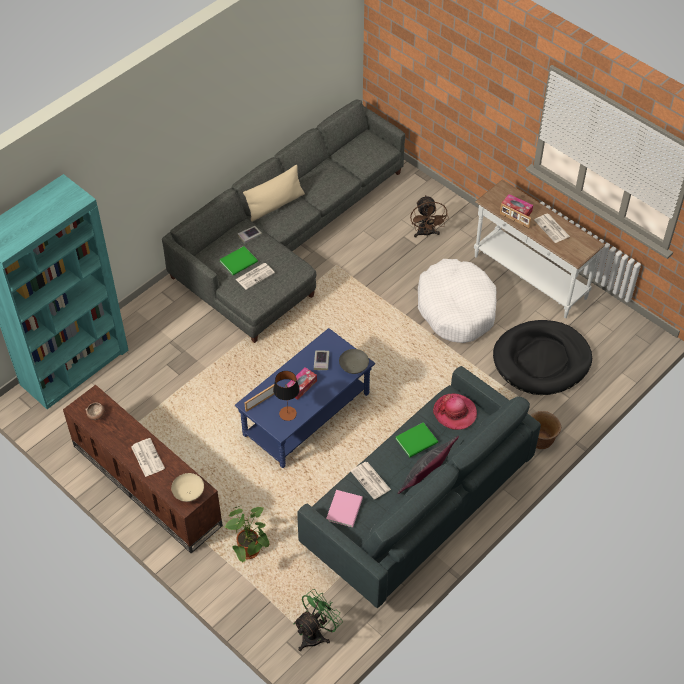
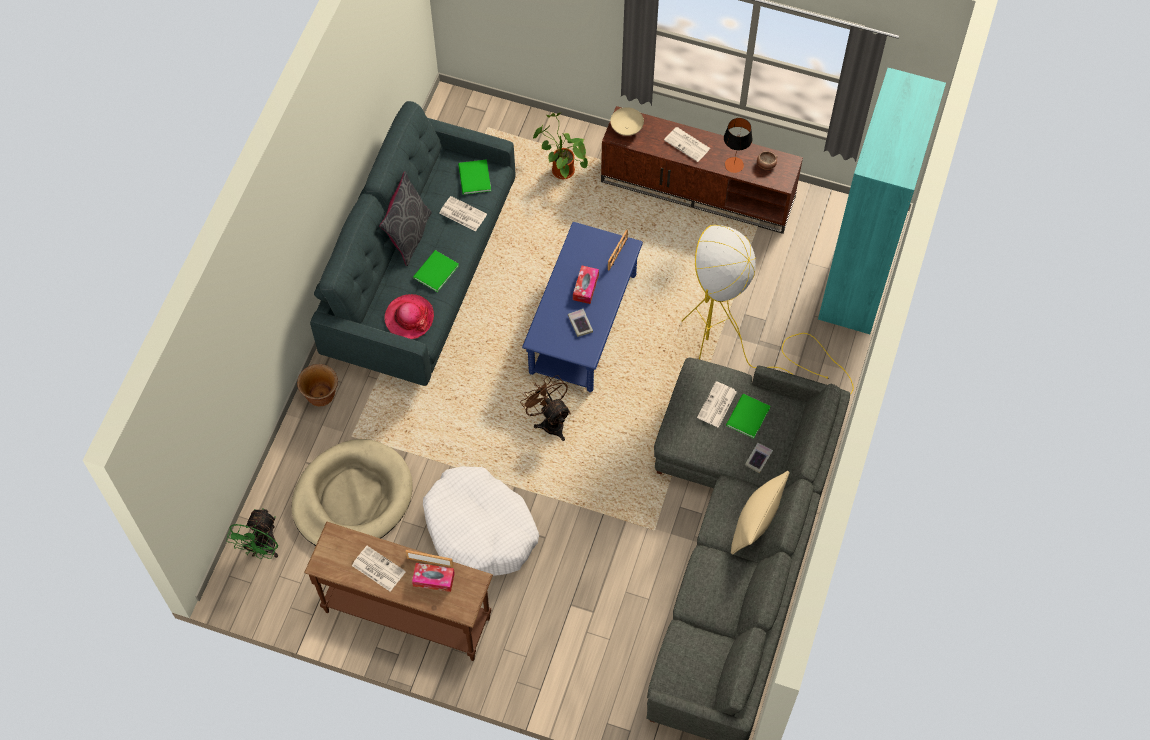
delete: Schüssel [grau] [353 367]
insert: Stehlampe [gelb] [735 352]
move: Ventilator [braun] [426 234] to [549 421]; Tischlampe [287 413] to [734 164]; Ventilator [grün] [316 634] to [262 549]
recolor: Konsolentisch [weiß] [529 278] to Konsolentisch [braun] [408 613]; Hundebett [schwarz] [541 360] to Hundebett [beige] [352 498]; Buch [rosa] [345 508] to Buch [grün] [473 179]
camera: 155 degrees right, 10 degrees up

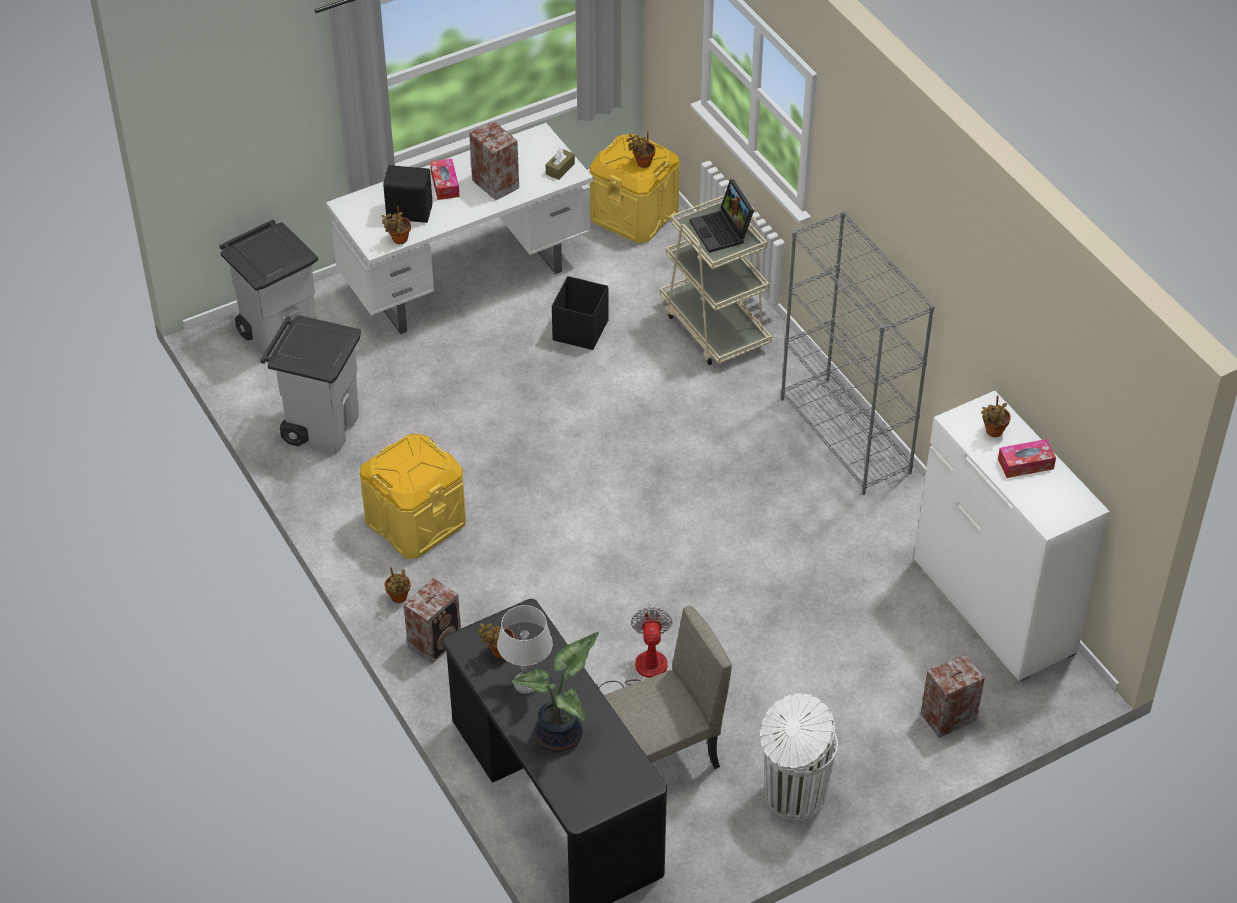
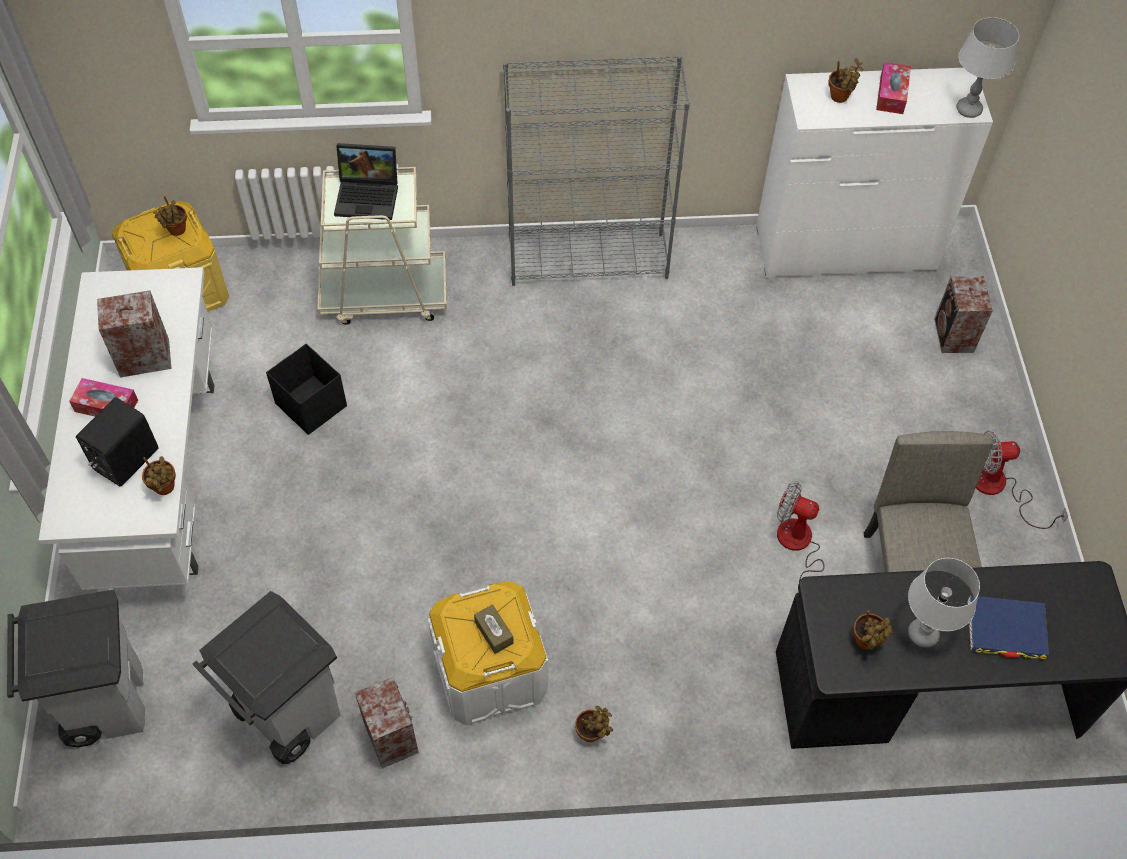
insert: Tischlampe [grau] [969 109]
move: Taschentuchbox [braun] [560 169] to [494 632]; Lautsprecher [436 641] to [391 735]
replace: Topfpflanze [561 735] to Buch [blau] [1006 629]; Mülleimer [weiß] [793 796] to Ventilator [999 488]
recolor: Aufbewahrungsbox [gelb] [415 521] to Aufbewahrungsbox [weiß] [490 672]
camera: 65 degrees left, 10 degrees up

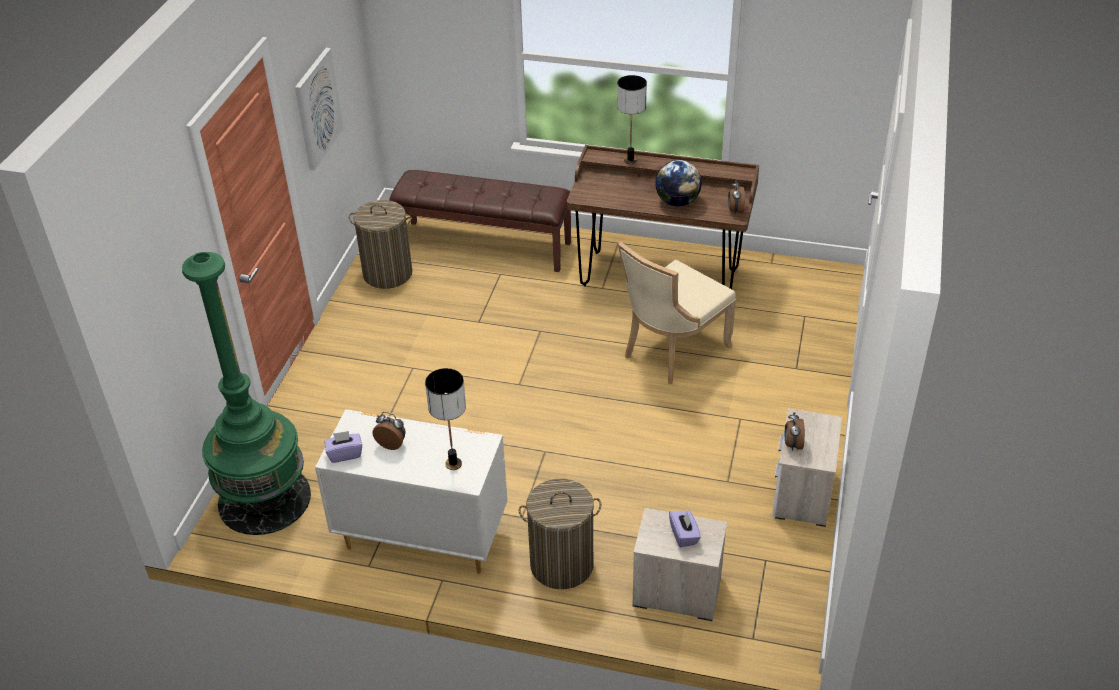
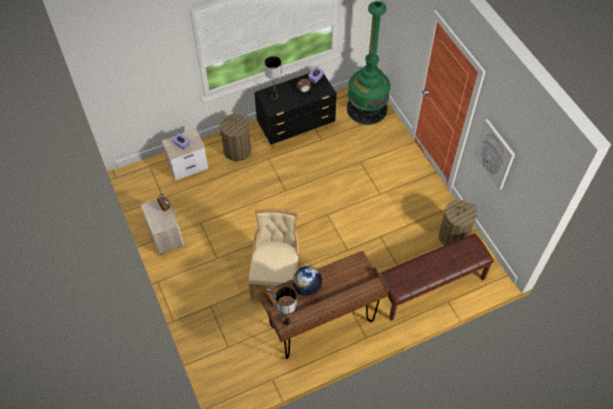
move: Tischlampe [630 161] to [287 323]
recolor: Kommode [weiß] [421 537] to Kommode [schwarz] [296 129]
camera: 140 degrees right, 15 degrees up

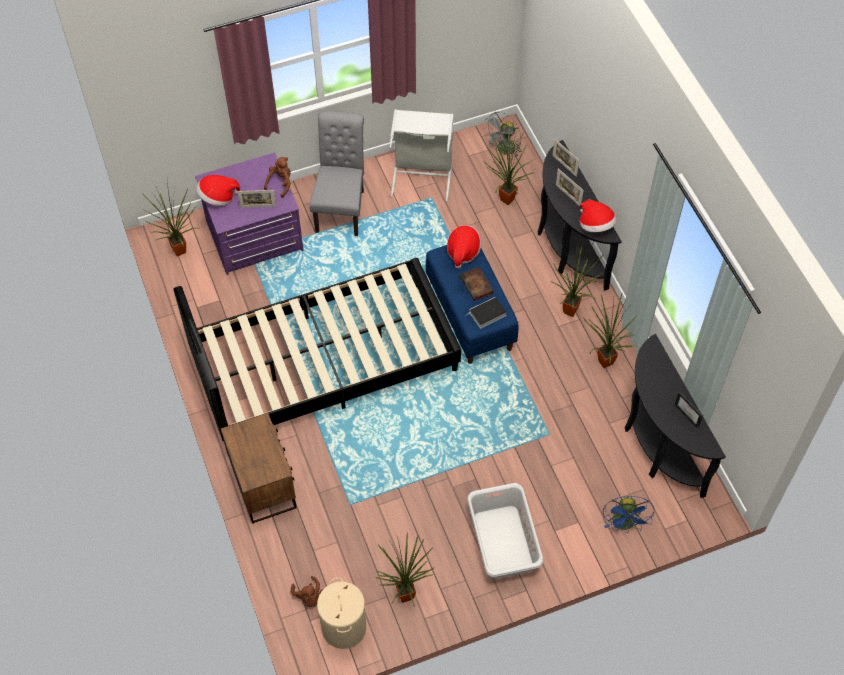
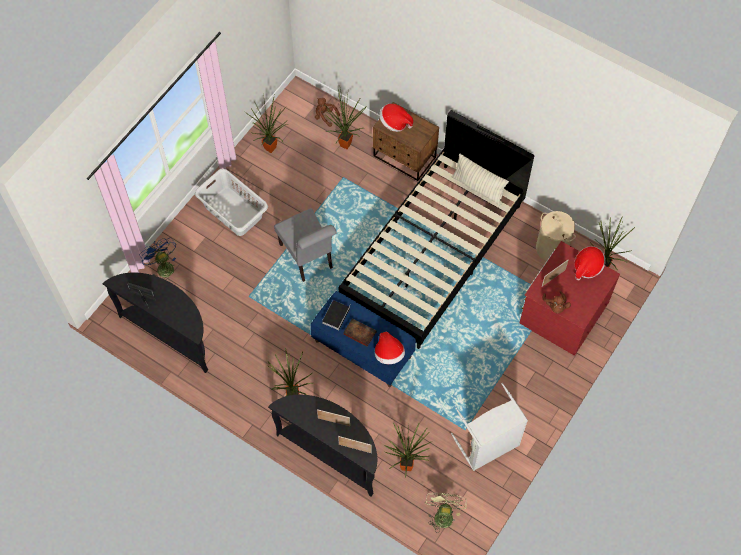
insert: Kissen [478 188]
move: Stuhl [grau] [341 207] to [308 259]; Hut [595 225] to [394 123]; Topfpflanze [602 363] to [347 143]; Wäschekorb [beige] [343 627] to [552 248]
recolor: Ventilator [grau] [504 150] to Ventilator [grün] [443 514]; Kommode [lila] [254 237] to Kommode [rot] [562 312]
camera: 145 degrees right, 5 degrees up

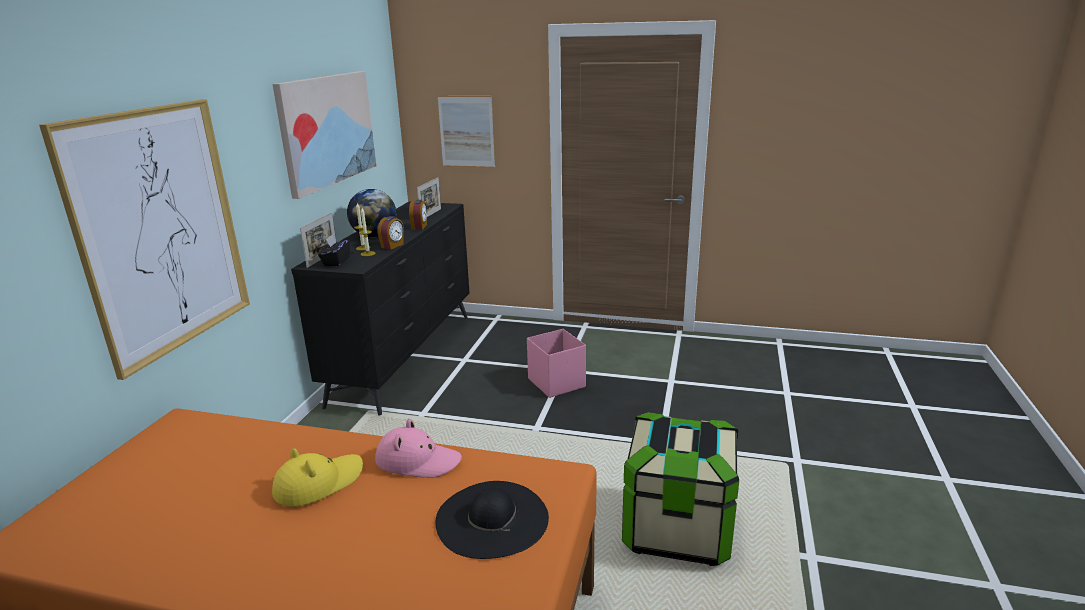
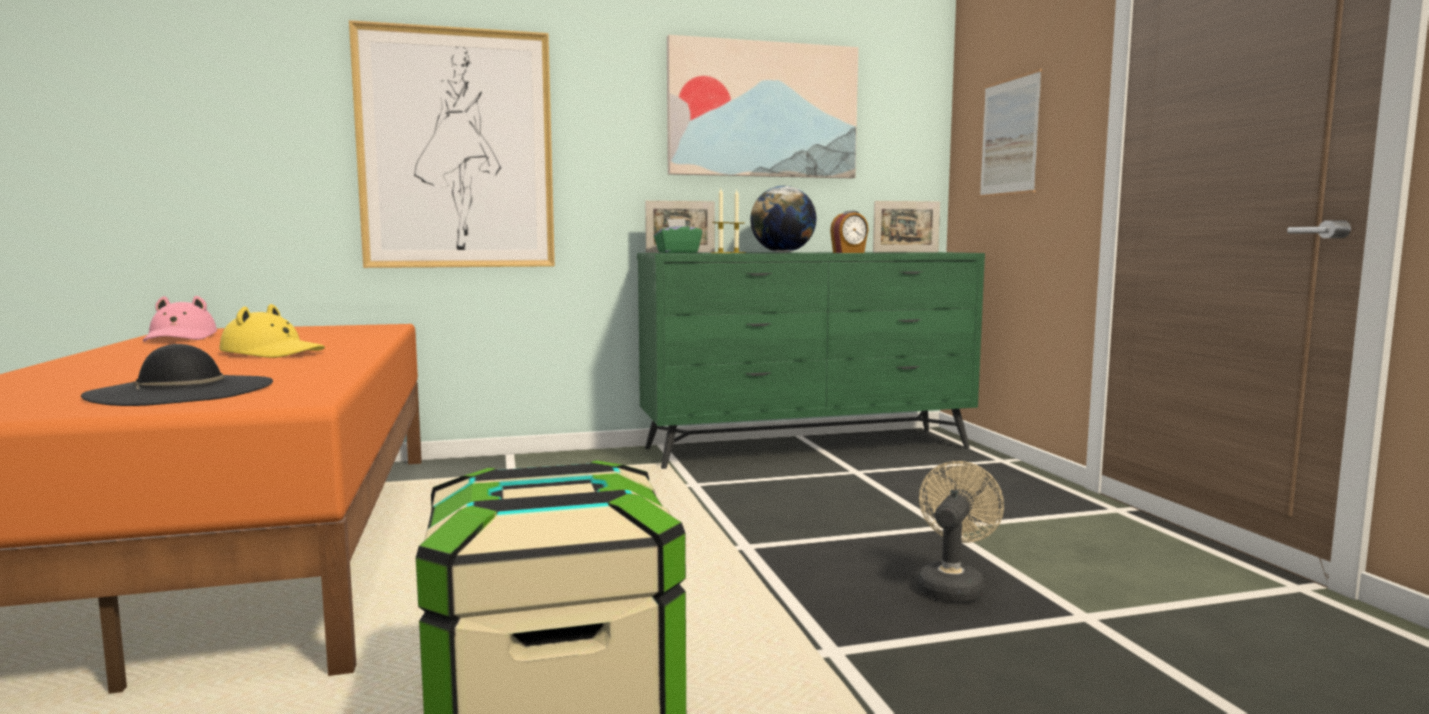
delete: Wecker [393 246]; Aufbewahrungsbox [rosa] [556 382]
insert: Ventilator [beige] [952 585]
move: Hut [rosa] [418 461] to [180 338]
recolor: Kommode [schwarz] [405 357] to Kommode [grün] [809 448]; Taschentuchbox [schwarz] [336 261] to Taschentuchbox [grün] [677 252]
camera: 60 degrees right, 15 degrees down

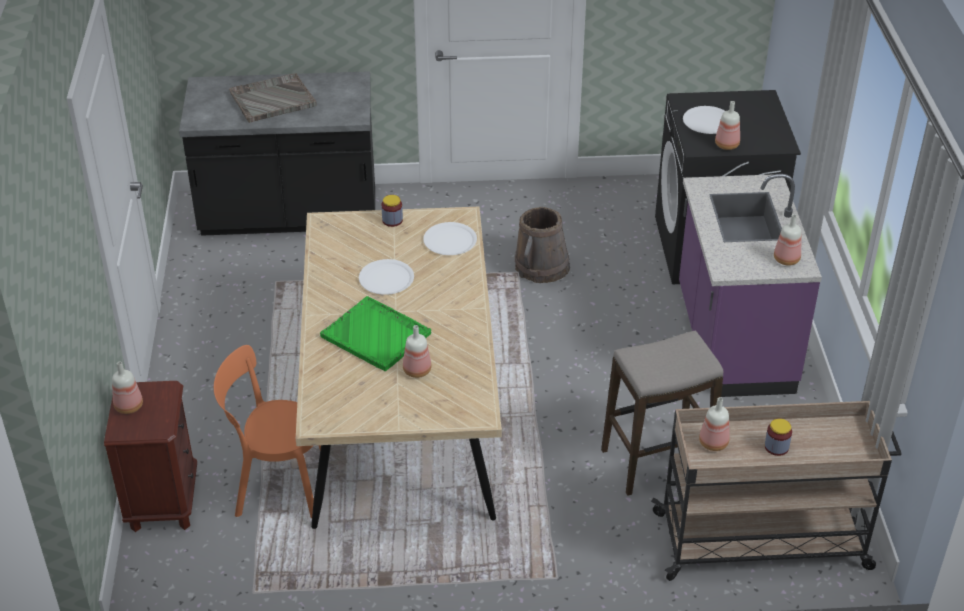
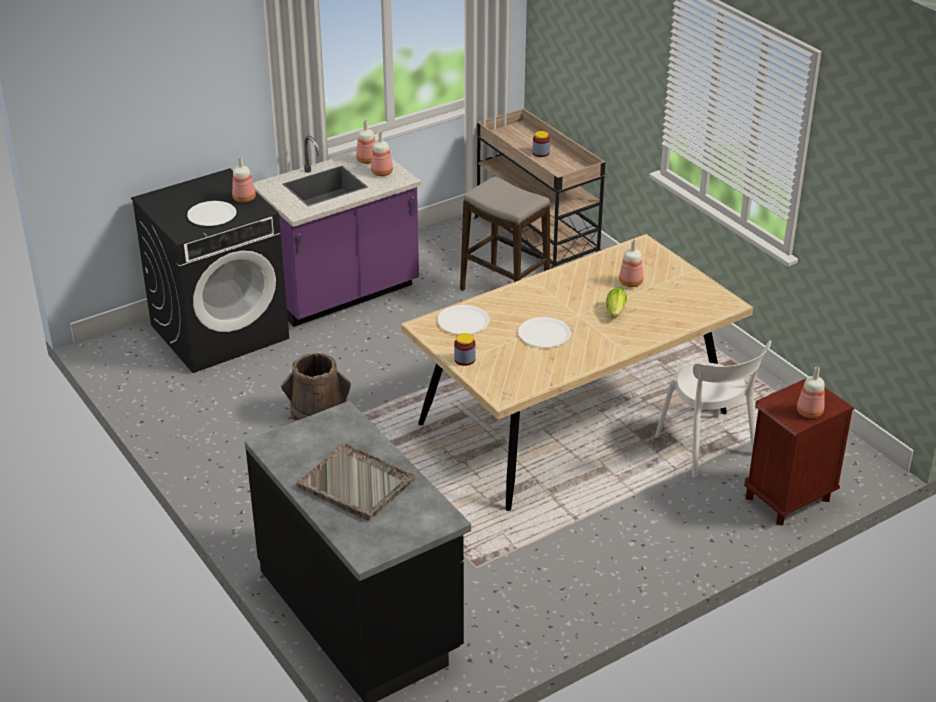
move: Flasche [713 444] to [382 172]
replace: Tablett [grün] [376 336] to Salatkopf [615 313]
recolor: Stuhl [orange] [277 485] to Stuhl [weiß] [708 448]
camera: 120 degrees left, 5 degrees down

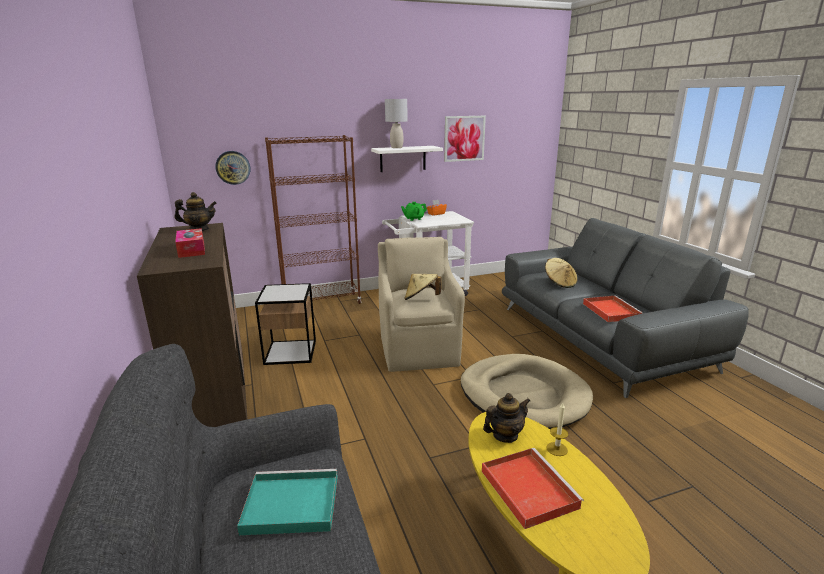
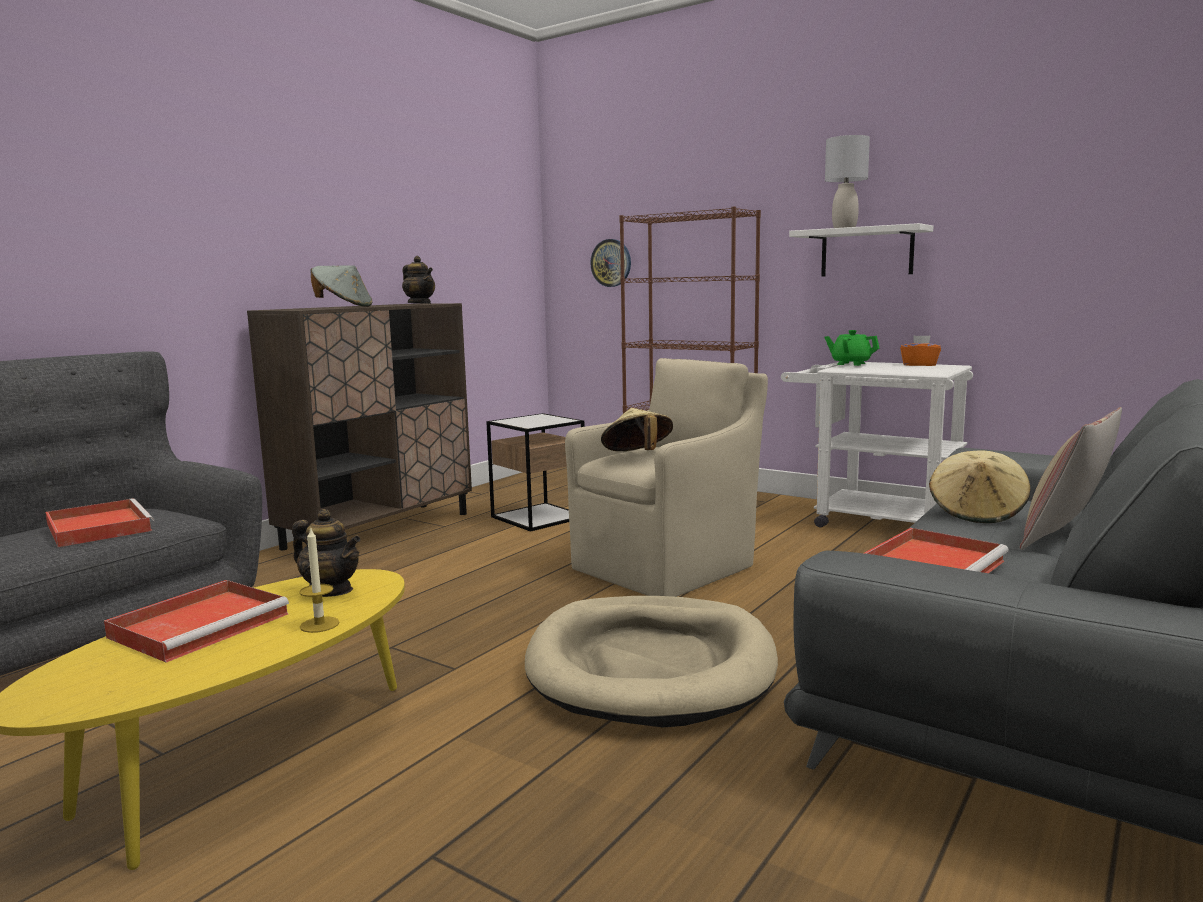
delete: Bild [464 138]
insert: Kissen [1064 538]
replace: Taschentuchbox [191 249] to Hut [grau] [343 307]
recolor: Tablett [türkis] [289 505] to Tablett [rot] [97 527]
camera: 55 degrees right, 10 degrees down

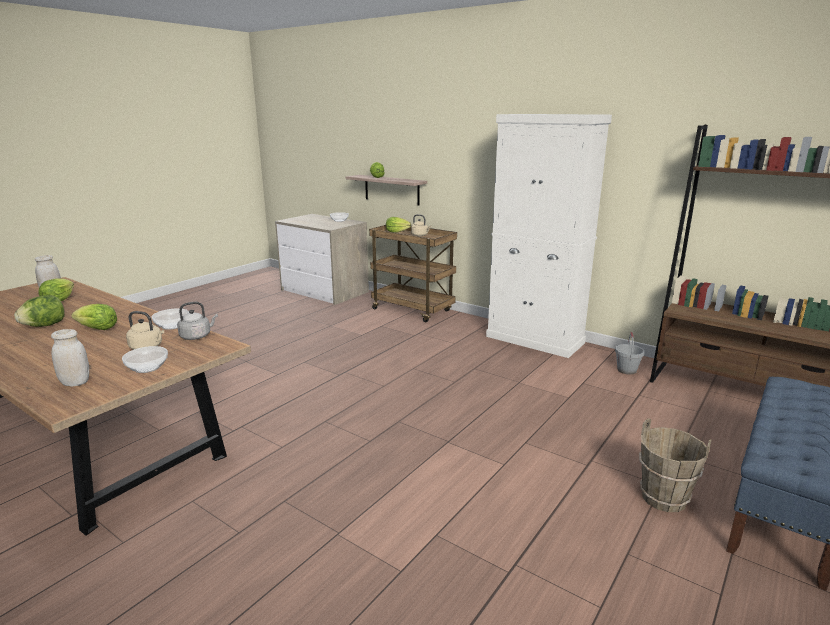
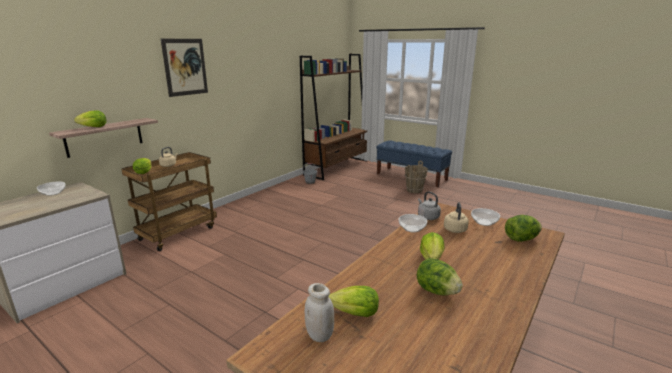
delete: Schrank [weiß] [535 340]
insert: Bild [185 67]
replace: Vorratsglas [weiß] [75 383] to Salatkopf [521 239]
camera: 90 degrees left, 0 degrees up

